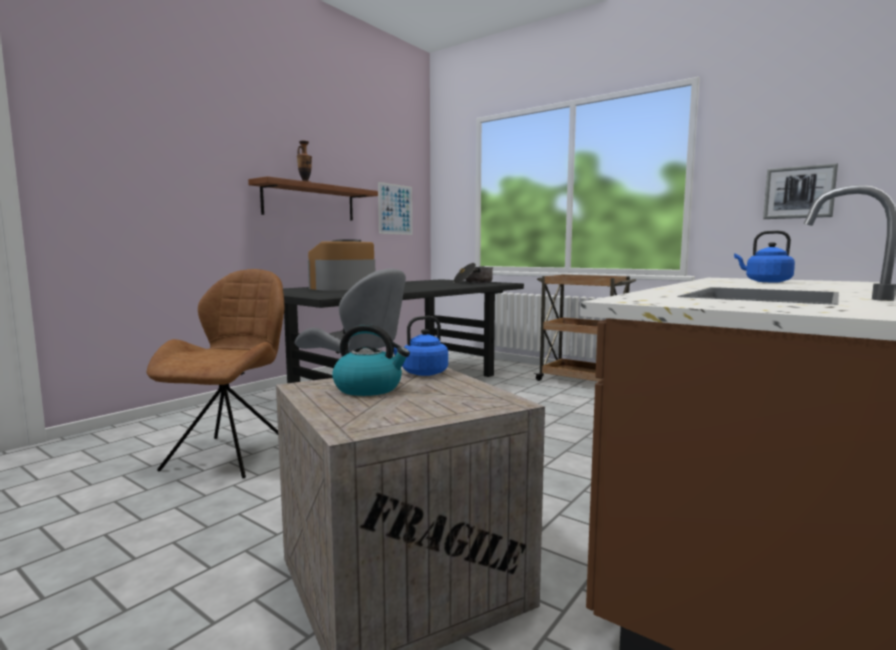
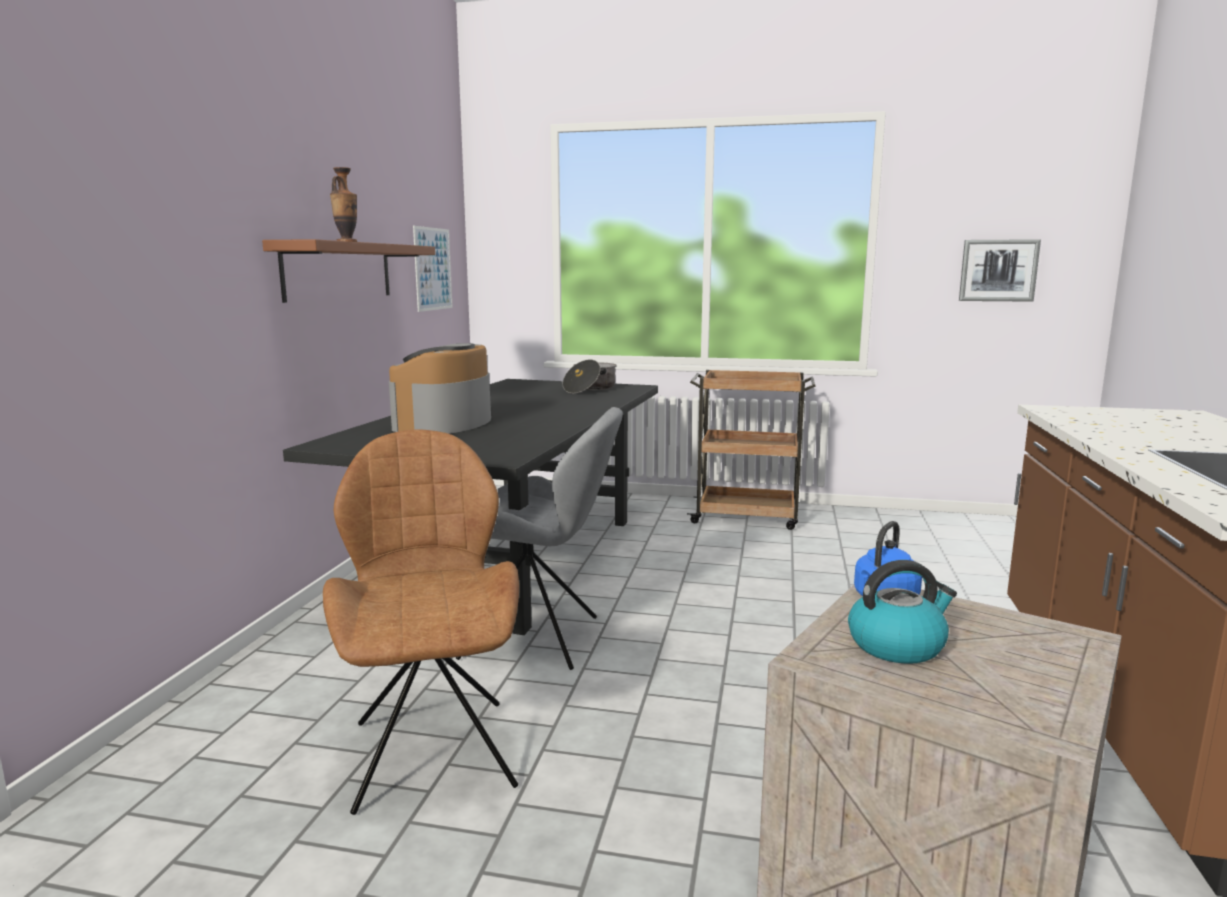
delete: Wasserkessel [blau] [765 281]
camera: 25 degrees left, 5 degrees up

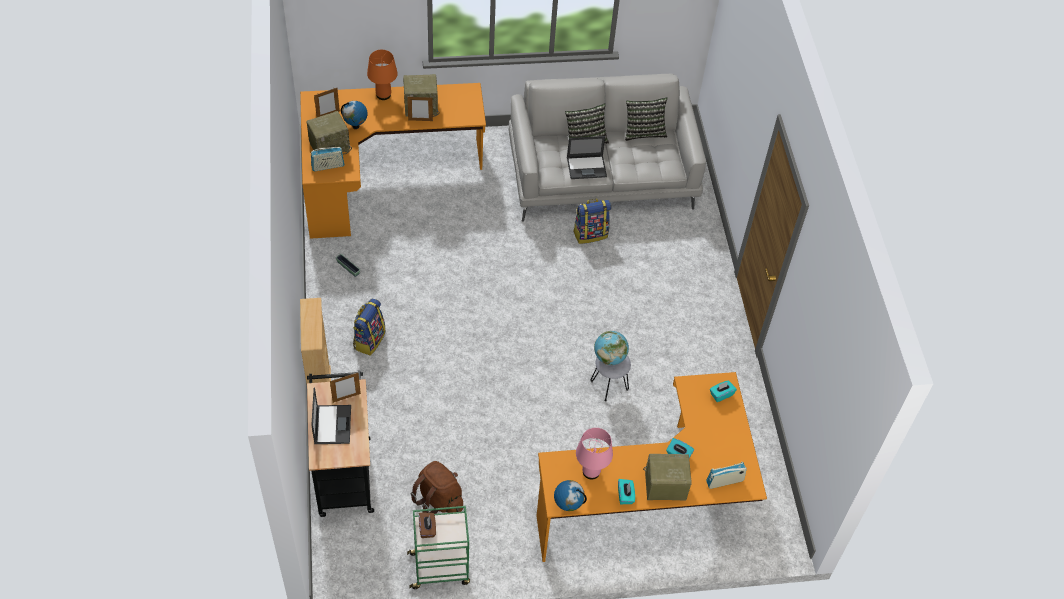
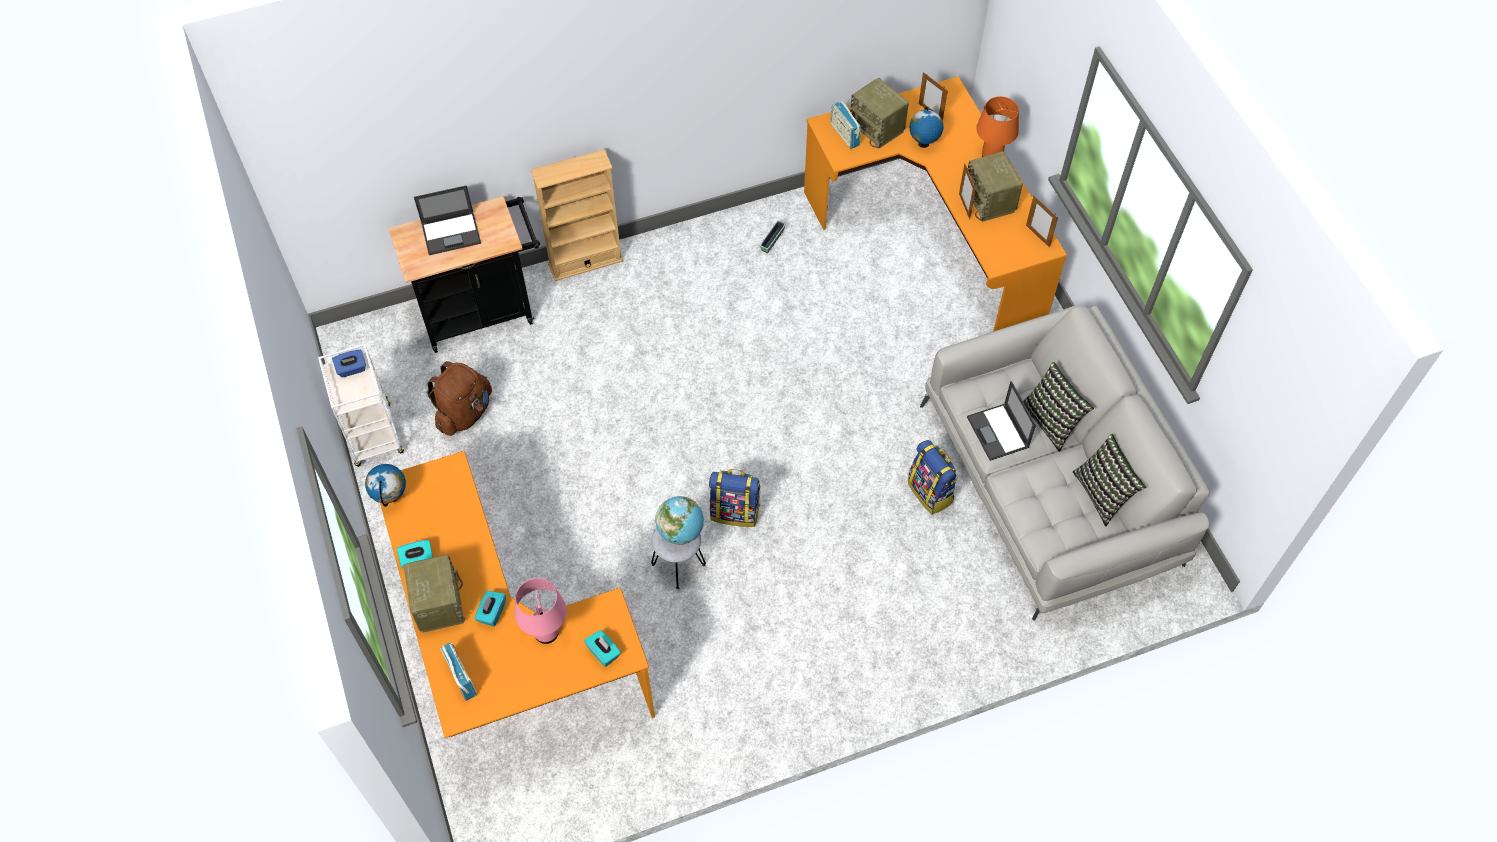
move: Rucksack [369 340] to [735 511]; Bilderrahmen [346 398] to [1037 236]; Tischlampe [rosa] [590 471] to [546 632]
recolor: Rollwagen [grün] [440 568] to Rollwagen [weiß] [374 436]; Taschentuchbox [braun] [427 529] to Taschentuchbox [blau] [352 369]
camera: 80 degrees right, 5 degrees up

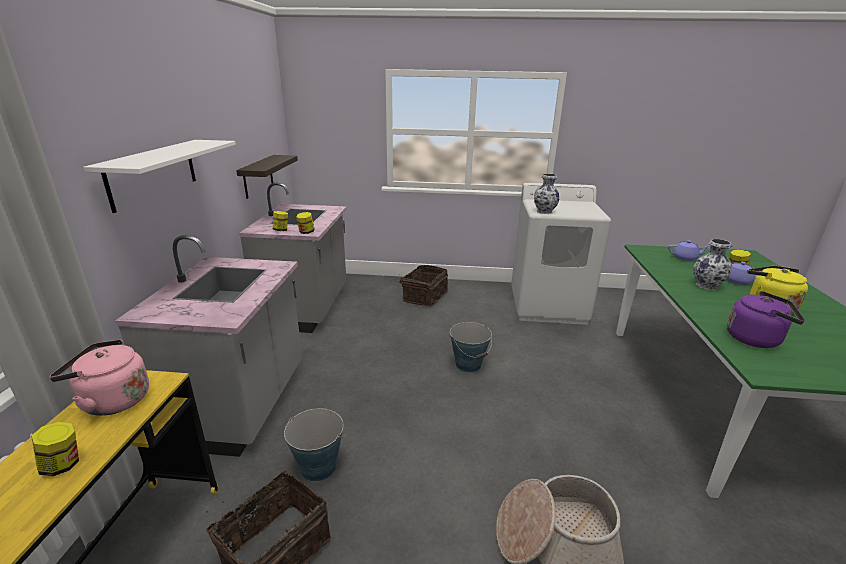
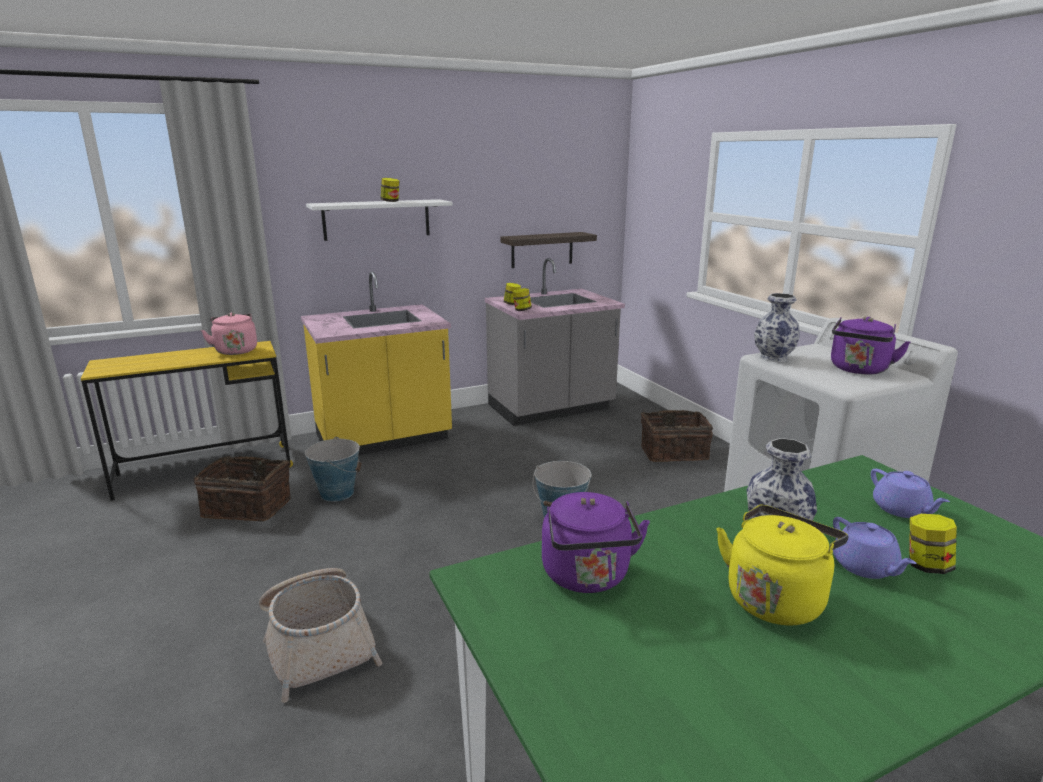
insert: Wasserkessel [lila] [859 370]
move: Vorratsglas [63 465] to [390 201]
recolor: Küchenzeile [grau] [242 405] to Küchenzeile [gelb] [383 439]
camera: 60 degrees right, 5 degrees down

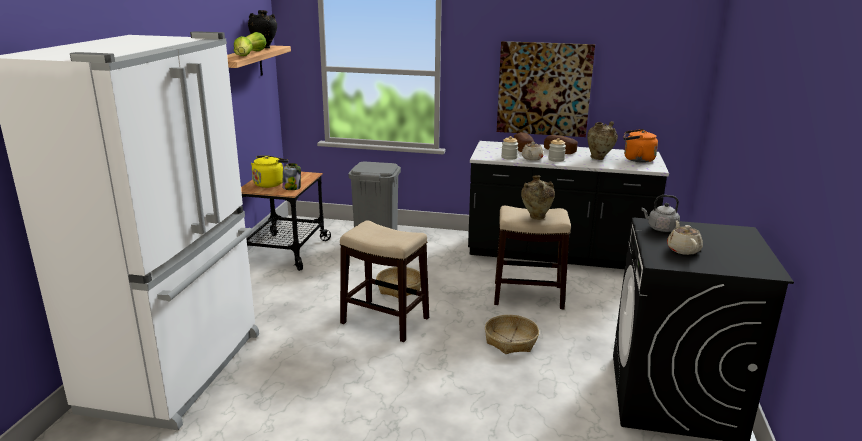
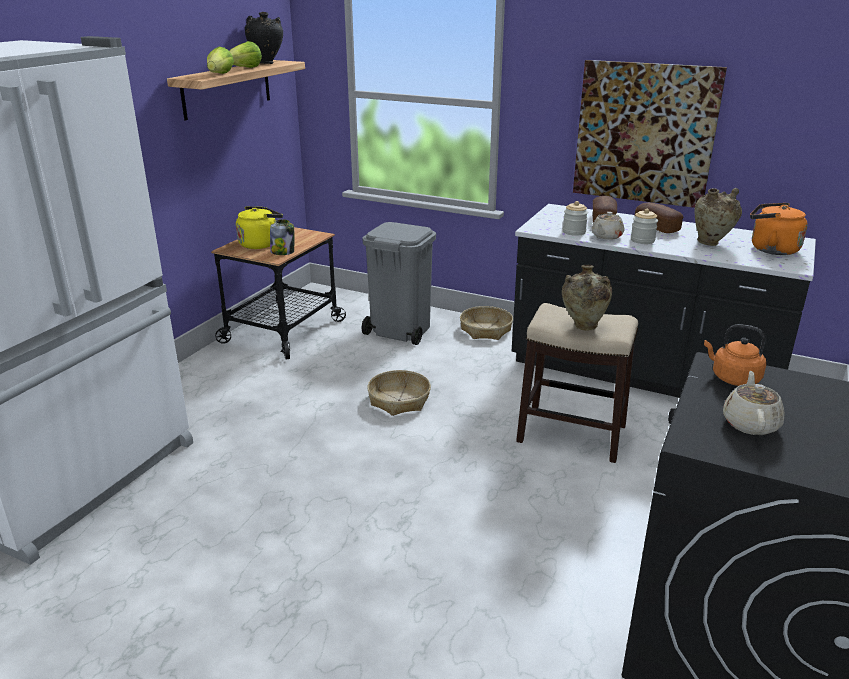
delete: Hocker [385 320]
move: Korb [511 341] to [486 330]
recolor: Wasserkessel [grau] [660 228] to Wasserkessel [orange] [732 378]
camera: 15 degrees right, 5 degrees up

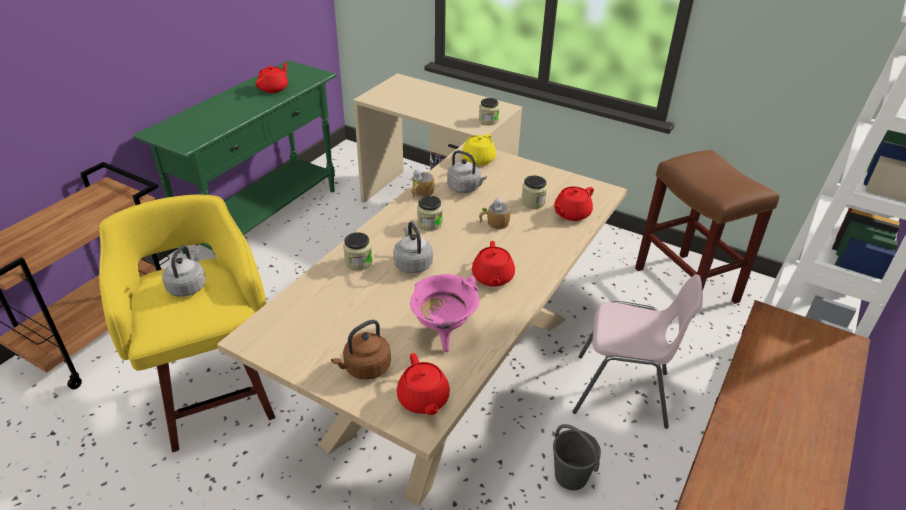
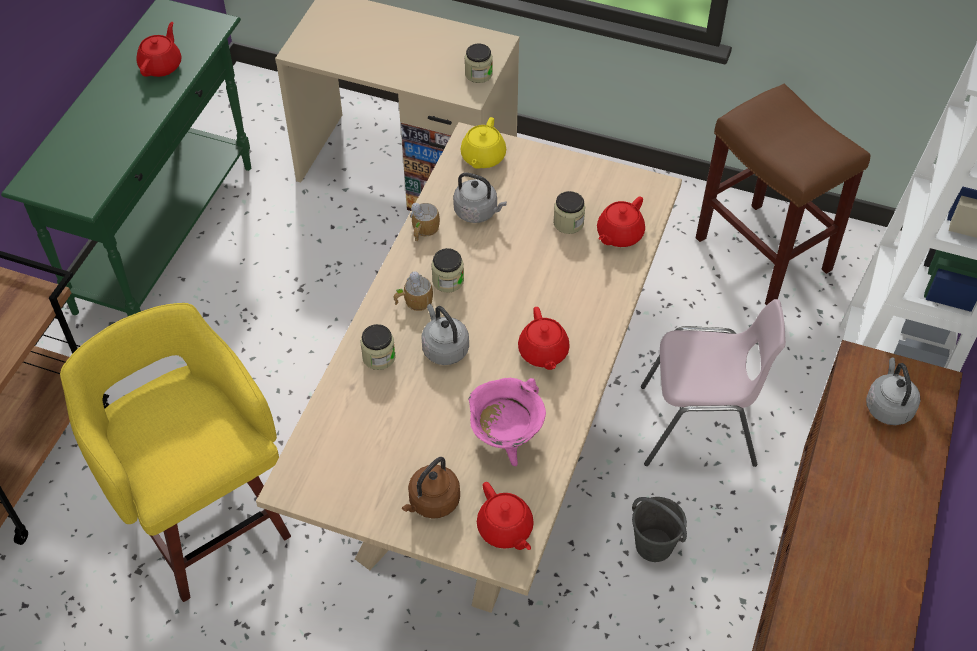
move: Henkelbecher [494 223] to [413 301]; Wasserkessel [grau] [188 286] to [888 406]
camera: 10 degrees left, 15 degrees up

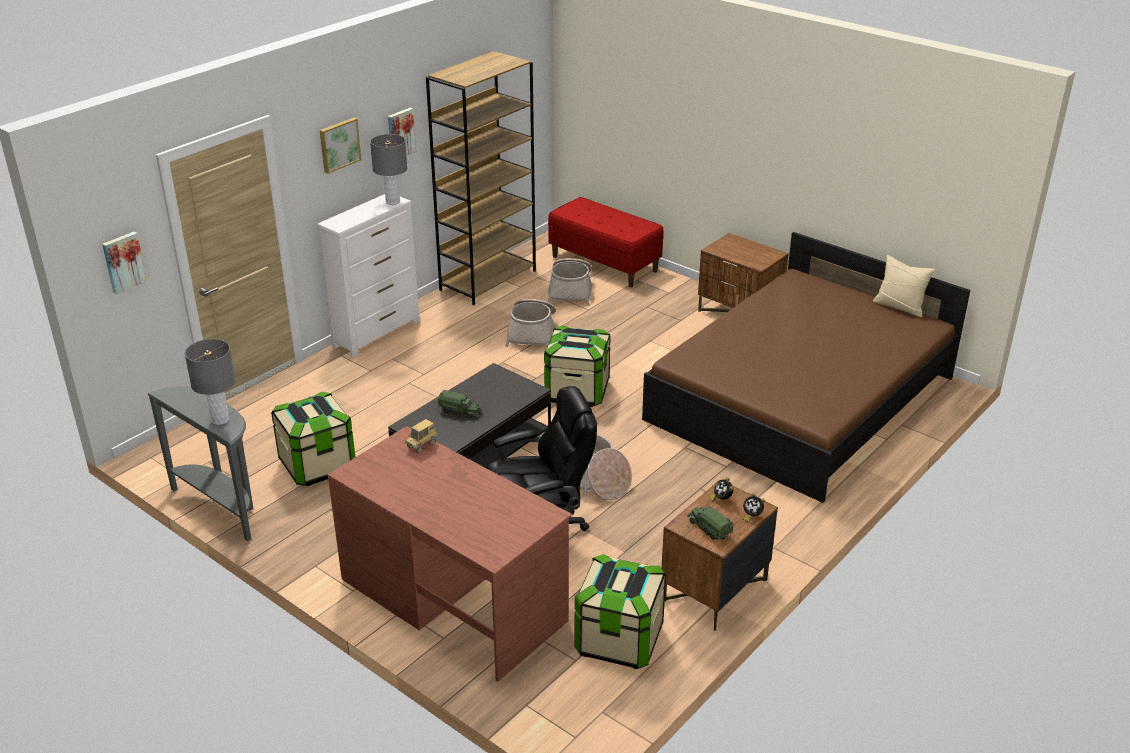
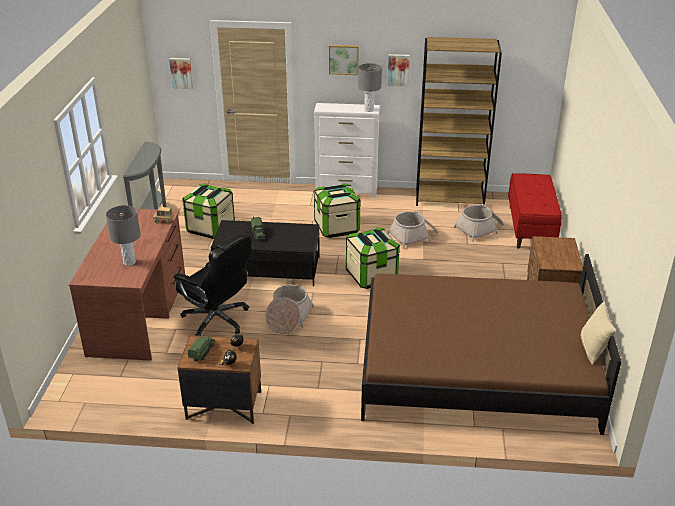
move: Tischlampe [grau] [220 419] to [129 262]; Aufbewahrungsbox [619 640] to [337 228]
camera: 55 degrees right, 0 degrees up

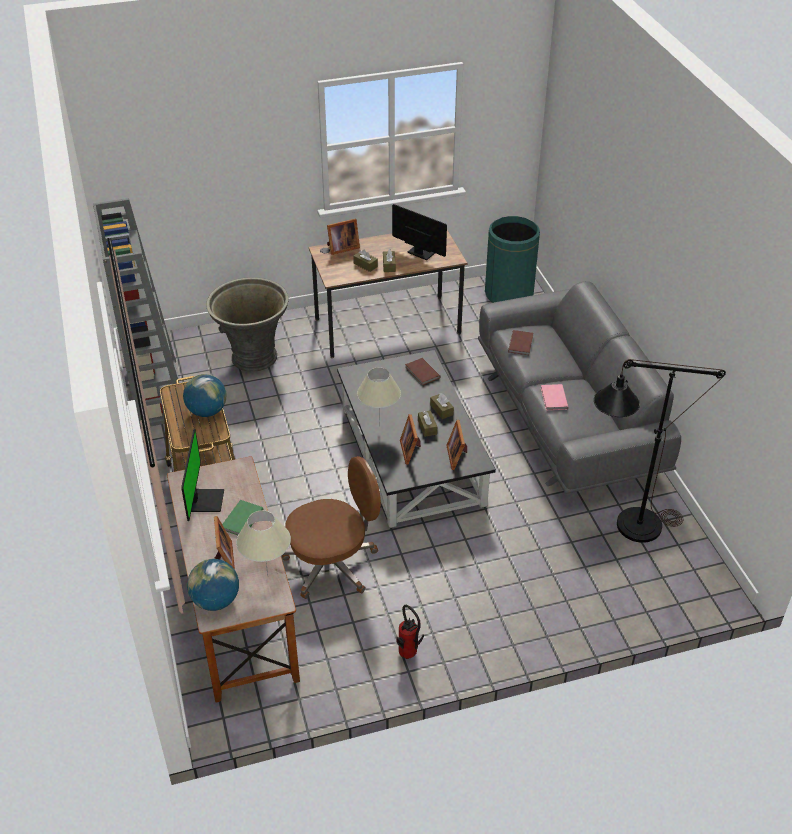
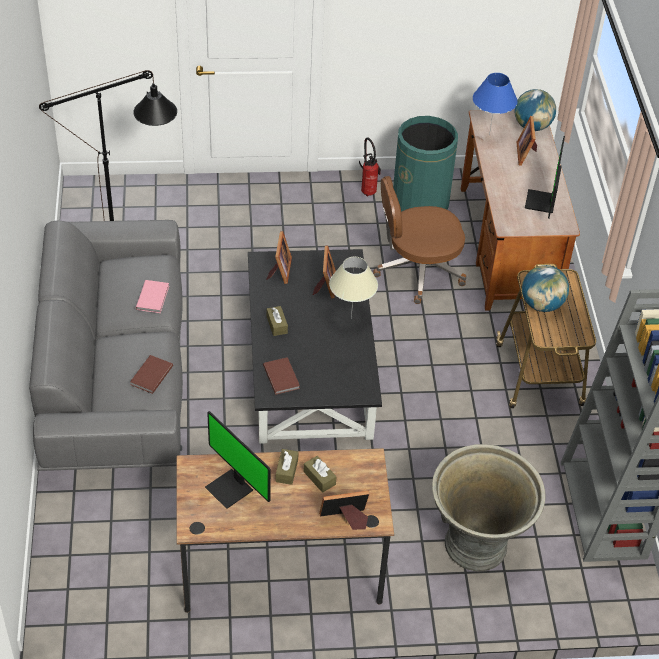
delete: Taschentuchbox [braun] [427 427]; Buch [grün] [241 520]
move: Mülleimer [grün] [508 294] to [420 204]
recolor: Tischlampe [beige] [267 576] to Tischlampe [blau] [489 135]
camera: 170 degrees left, 5 degrees up

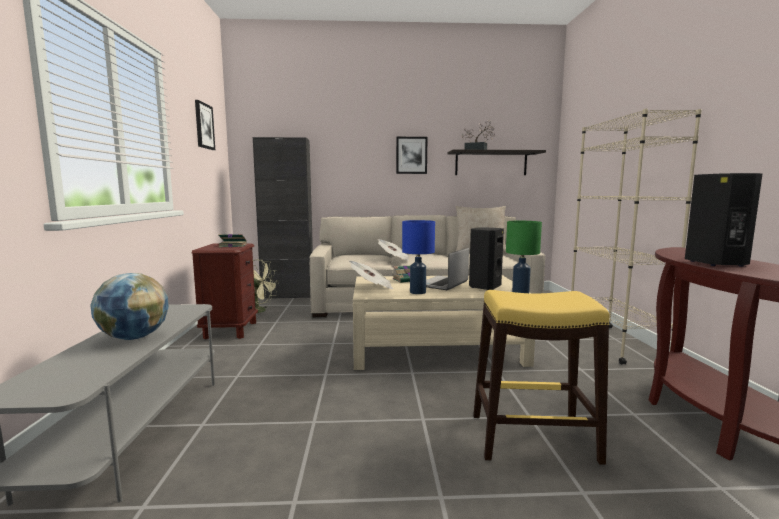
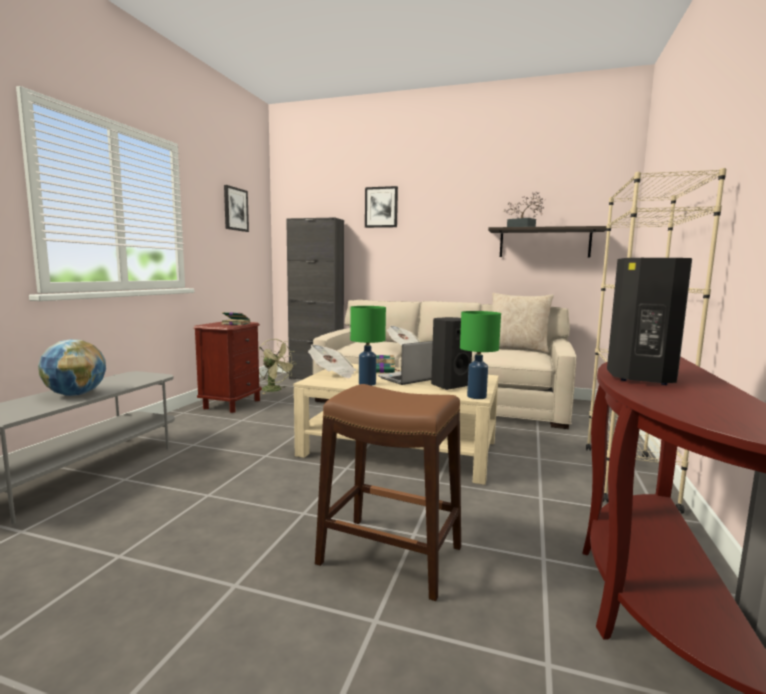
move: Bild [411 155] to [381 207]
recolor: Tischlampe [blau] [417 292] to Tischlampe [grün] [366 383]; Hocker [gelb] [533 438] to Hocker [braun] [390 556]
camera: 20 degrees right, 0 degrees up

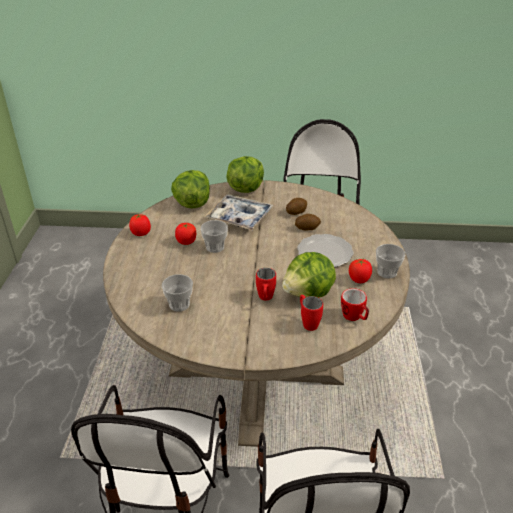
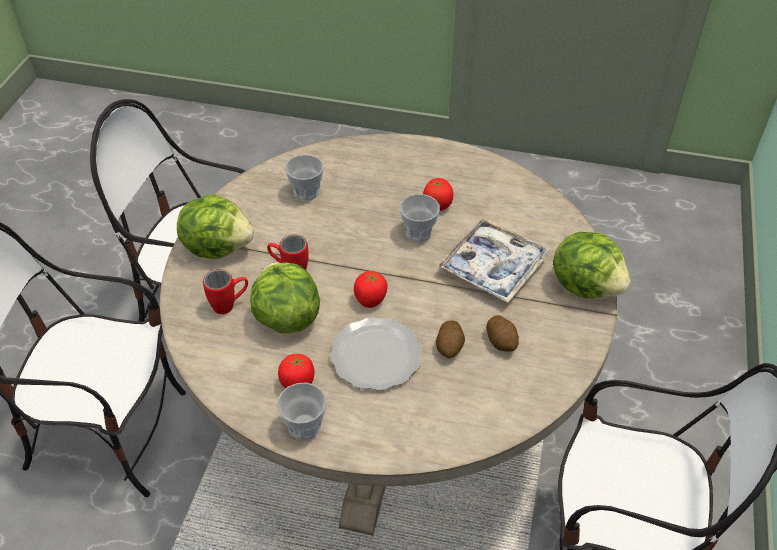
delete: Henkelbecher [354 317]
move: Salatkopf [192 203] to [218 246]; Tomate [141 233] to [370 300]
camera: 100 degrees right, 10 degrees up

